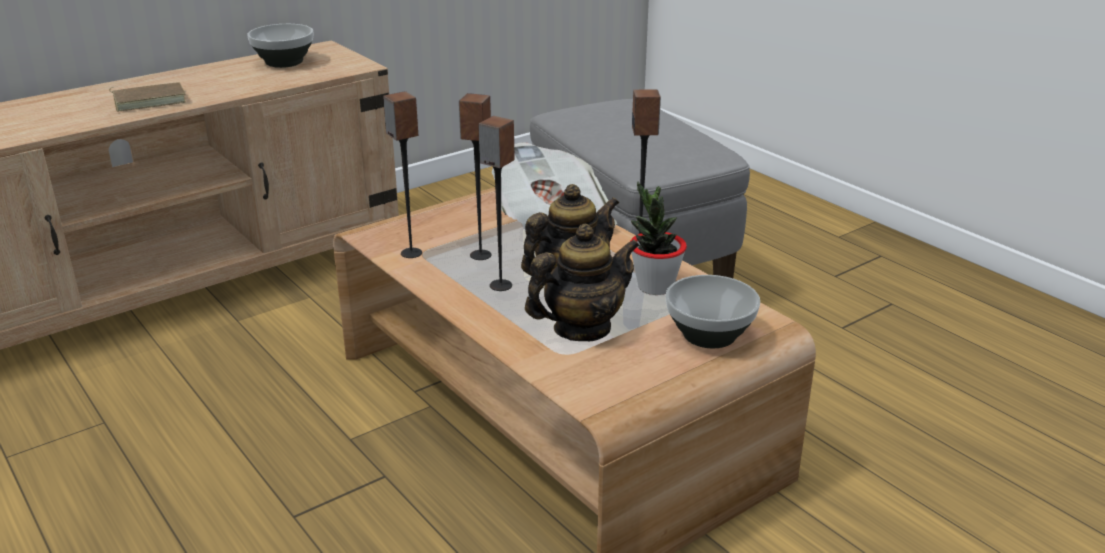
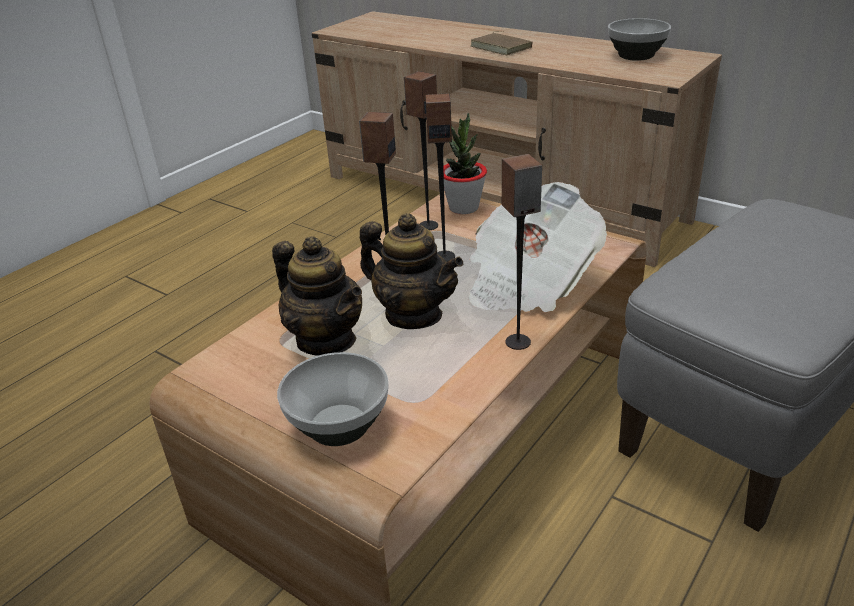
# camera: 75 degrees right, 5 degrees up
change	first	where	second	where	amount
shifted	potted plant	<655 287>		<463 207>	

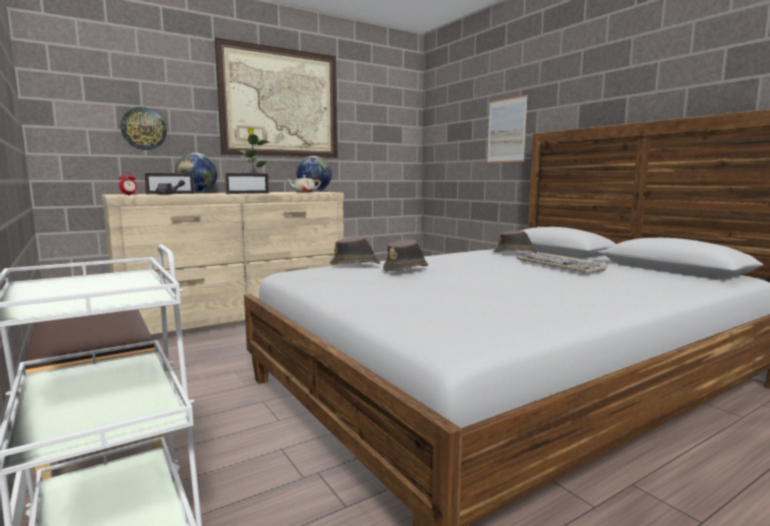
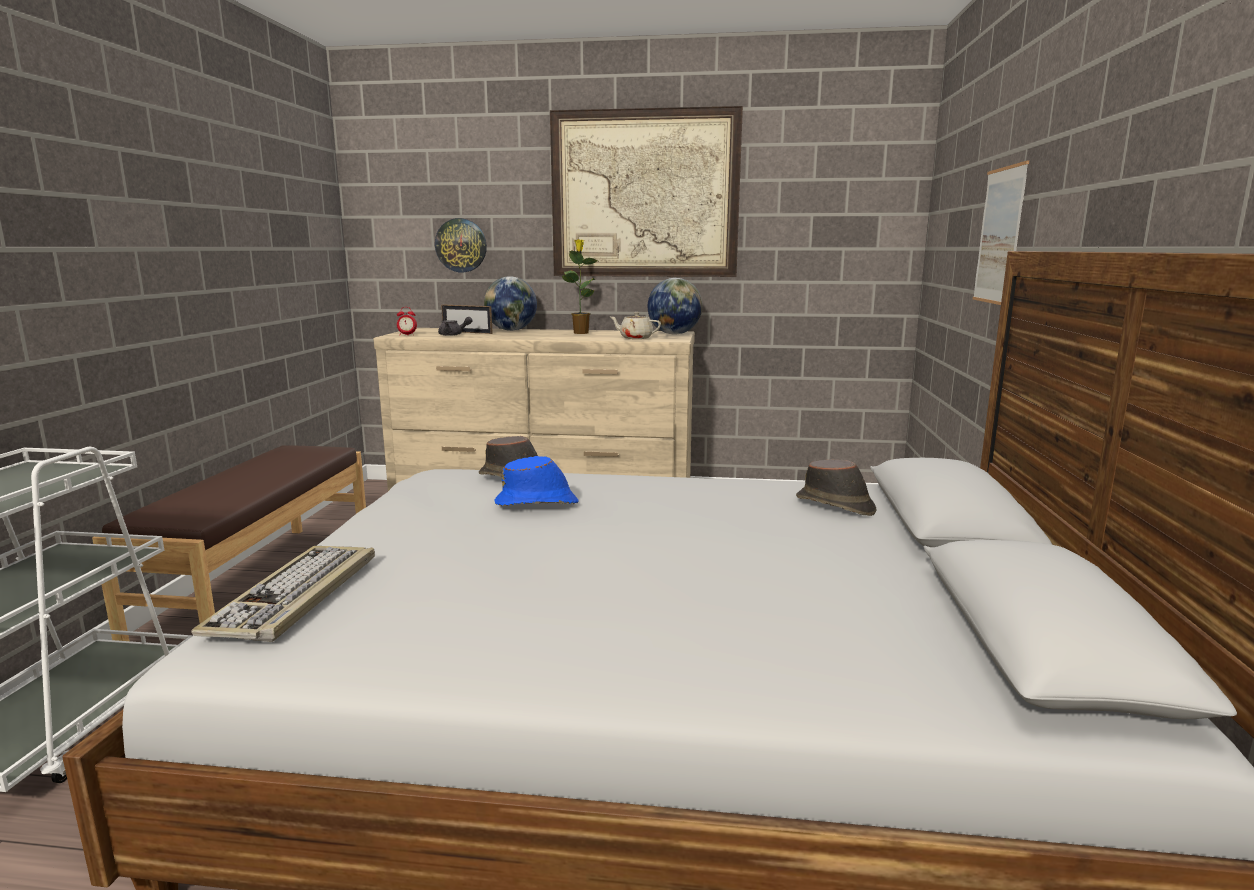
# camera: 40 degrees right, 5 degrees up
change	first	where	second	where	amount
gone	picture frame	<248 193>			
shifted	keyboard	<560 266>		<296 596>	
repainted	brown hat	<406 269>	blue hat	<537 503>	

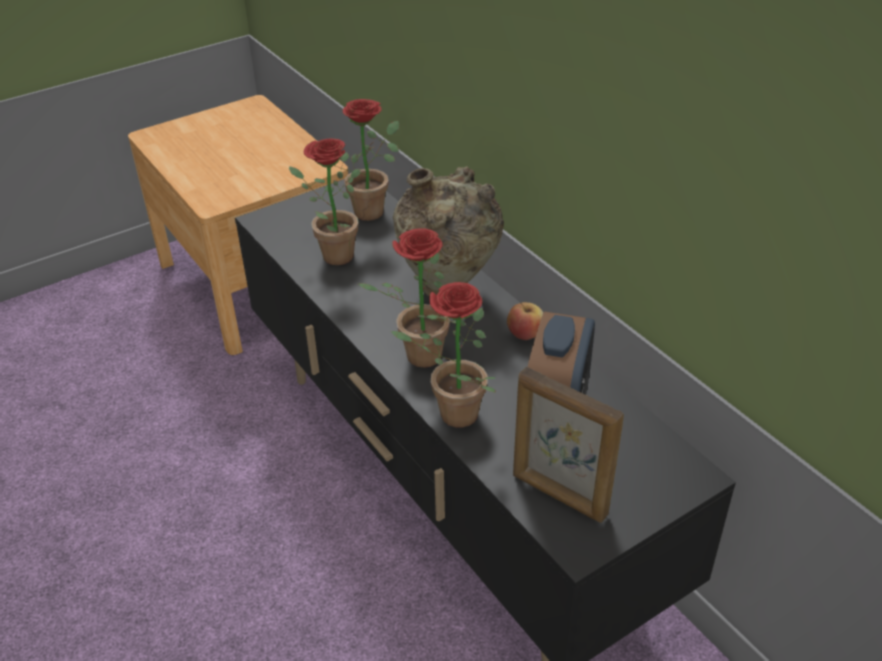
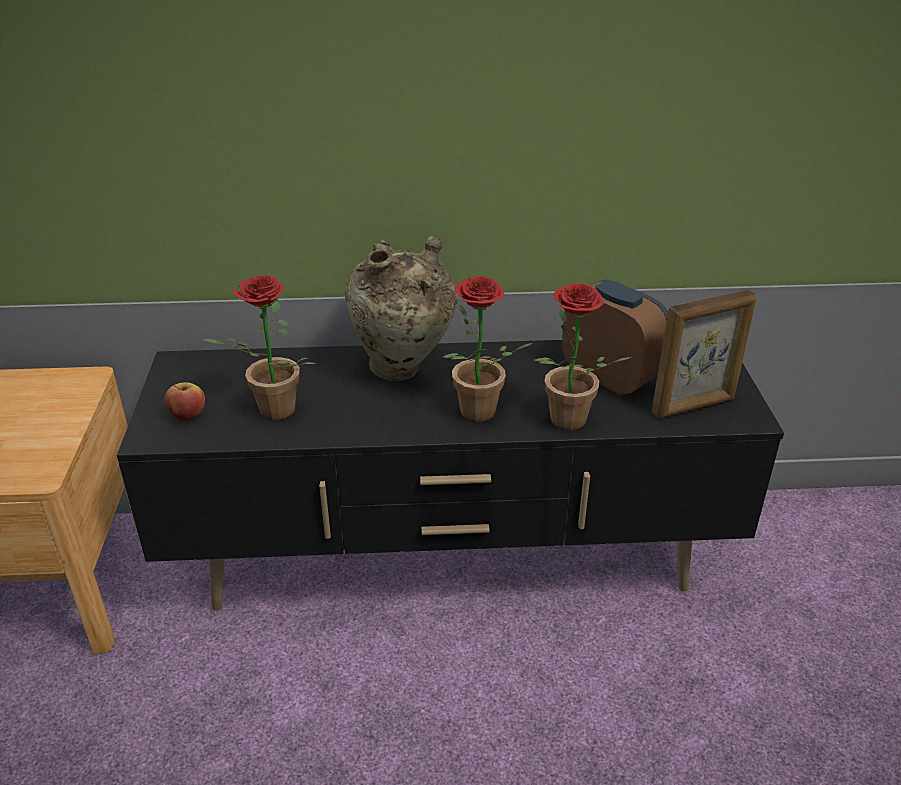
# camera: 60 degrees left, 5 degrees down
change	first	where	second	where	amount
gone	potted plant	<371 209>			
shifted	apple	<525 334>		<187 415>	

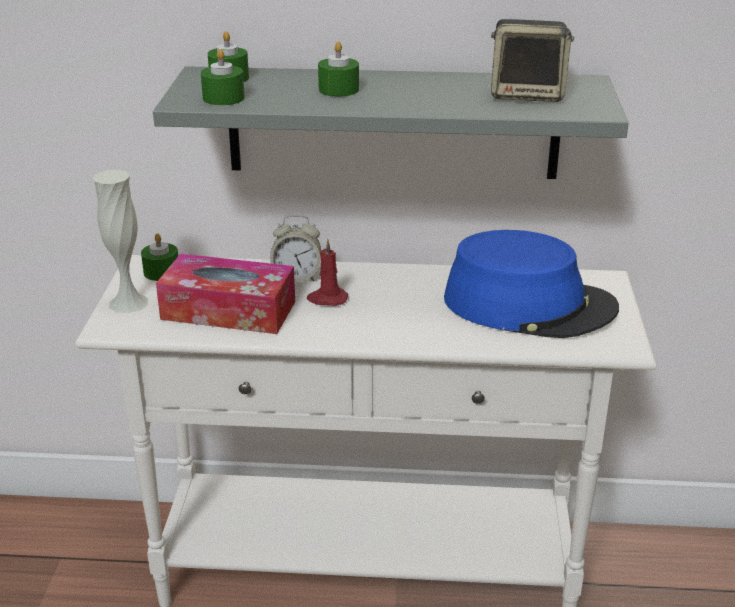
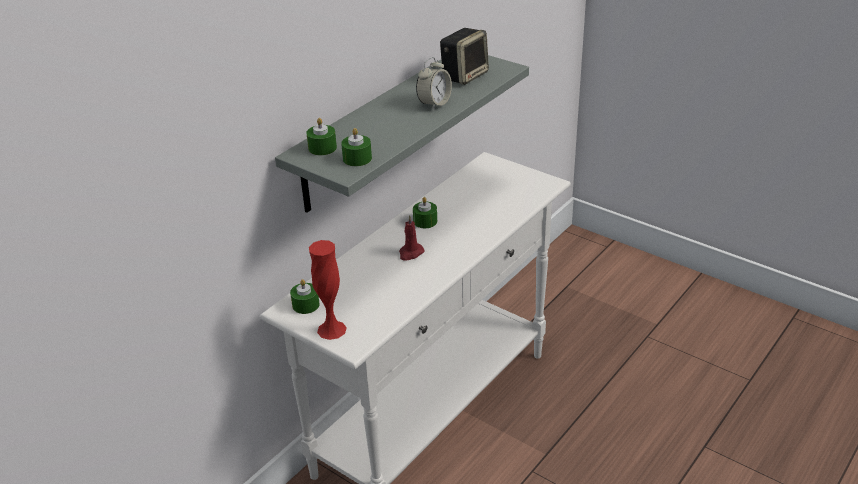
# camera: 55 degrees left, 5 degrees up
change	first	where	second	where	amount
gone	tissue box	<228 310>			
gone	blue hat	<529 305>			
shifted	alarm clock	<297 277>		<434 103>	
shifted	green candle	<338 89>		<425 221>	
repainted	white vase	<128 303>	red vase	<331 329>	

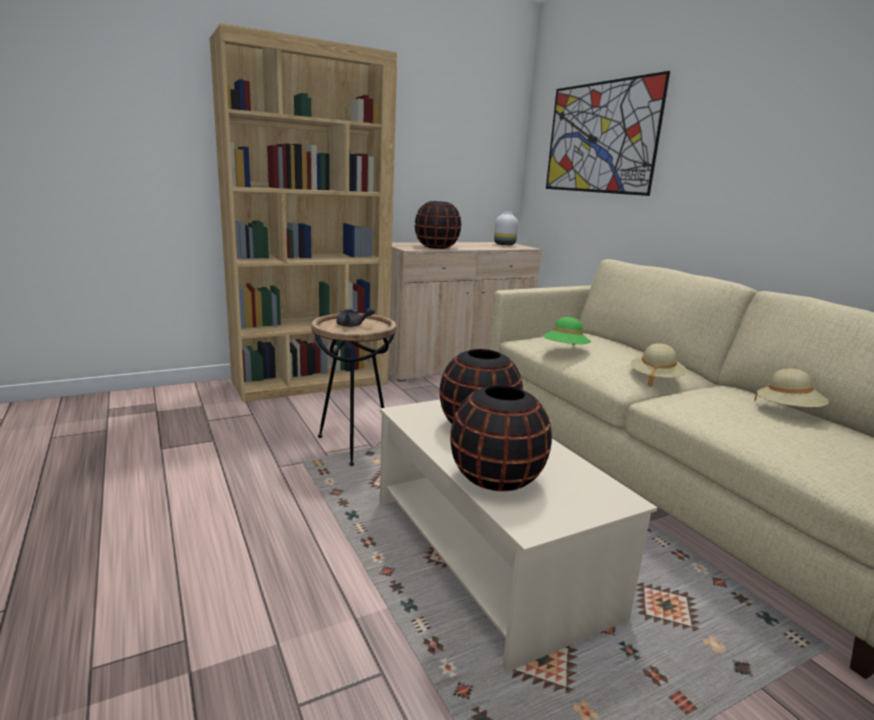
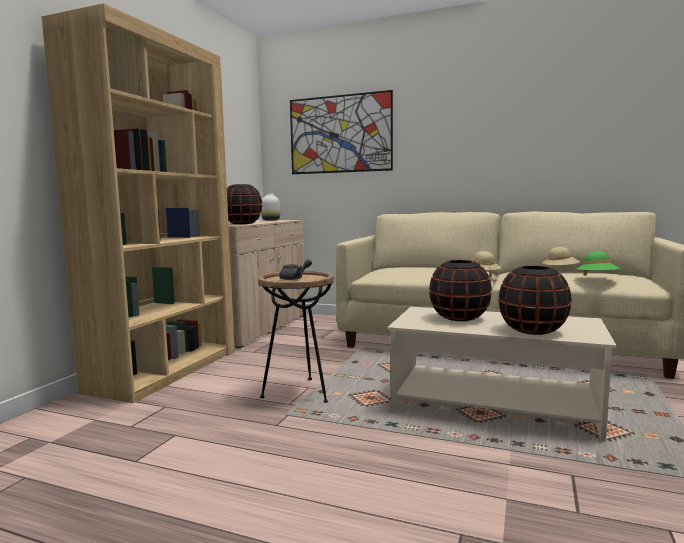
# camera: 40 degrees left, 10 degrees down
change	first	where	second	where	amount
shifted	green hat	<565 350>		<597 278>	

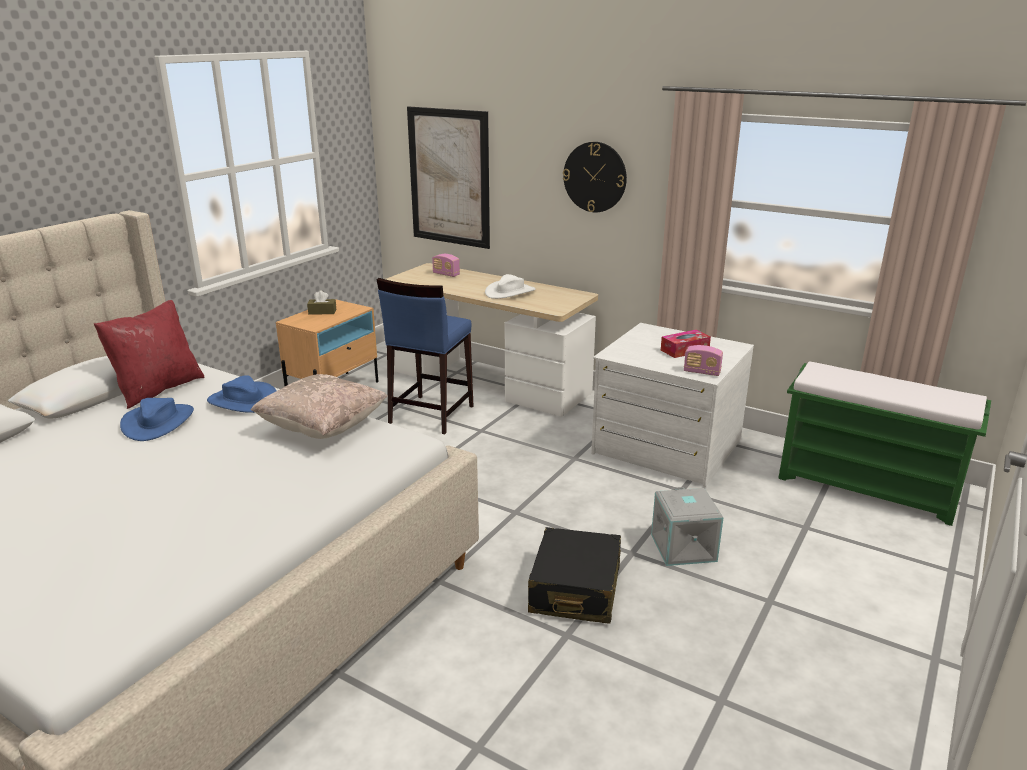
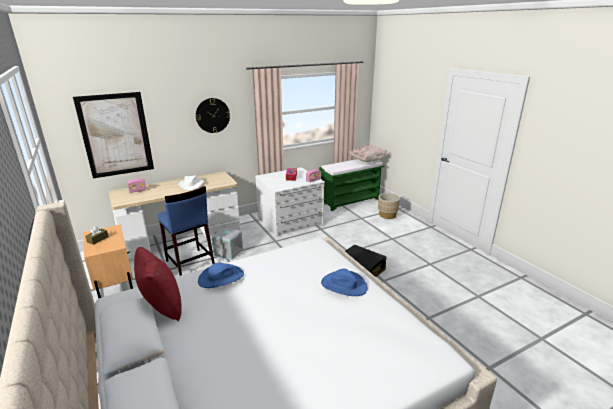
# camera: 60 degrees left, 0 degrees up
change	first	where	second	where	amount
new			beige planter	<387 215>	
shifted	blue hat	<158 422>		<343 285>	
shifted	beige pillow	<323 428>		<367 161>	
shifted	grey storage box	<684 548>		<229 252>	

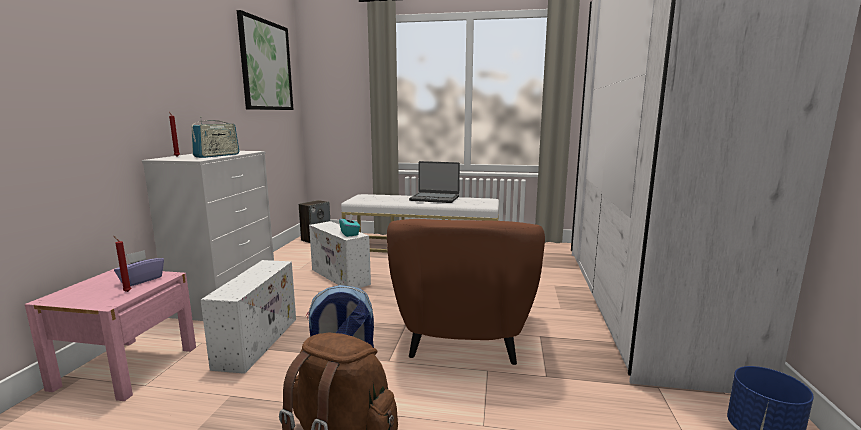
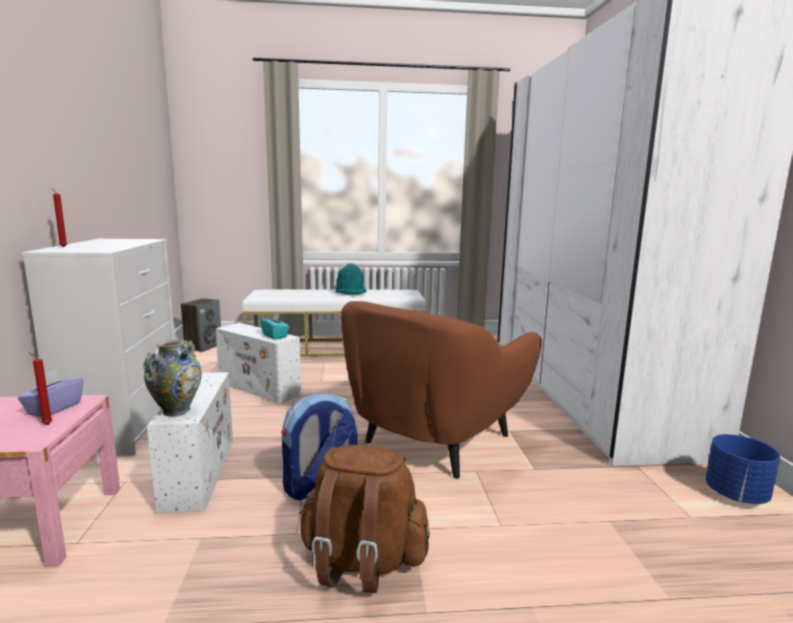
# camera: 15 degrees left, 0 degrees up
change	first	where	second	where	amount
gone	radio	<217 155>			
gone	picture	<266 65>			
new			vase	<176 411>	
swapped	laptop	<434 198>	turquoise hat	<351 292>	
rotated	brown armchair	<463 337>		<434 440>	45 degrees clockwise

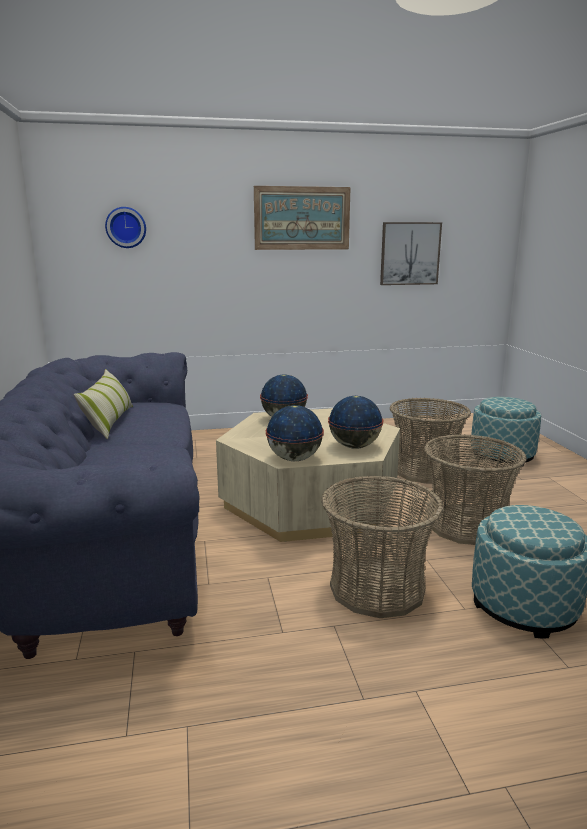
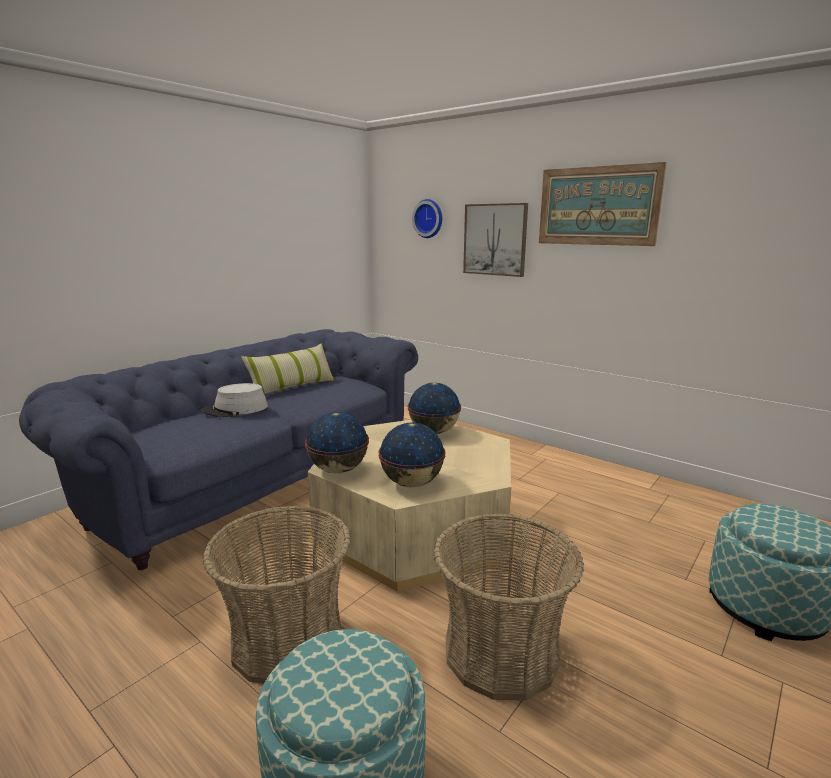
# camera: 50 degrees right, 0 degrees up
change	first	where	second	where	amount
gone	basket	<425 470>			
new			grey hat	<235 409>	
shifted	picture	<410 253>		<495 239>	

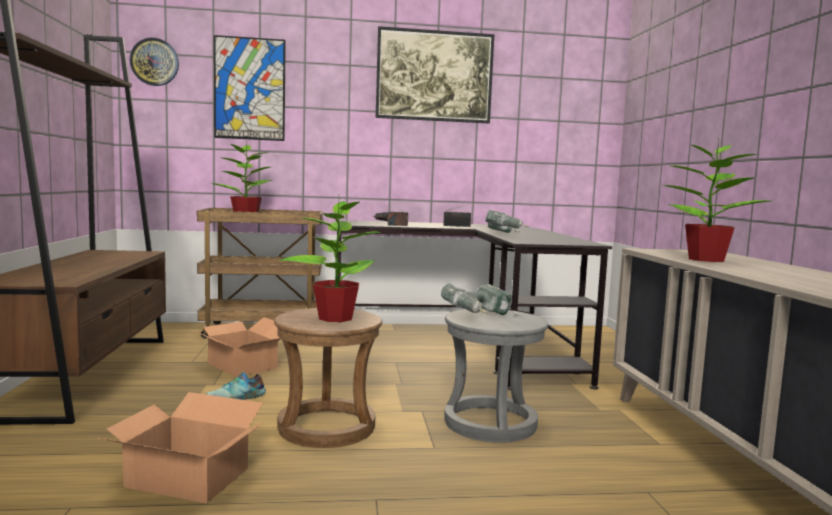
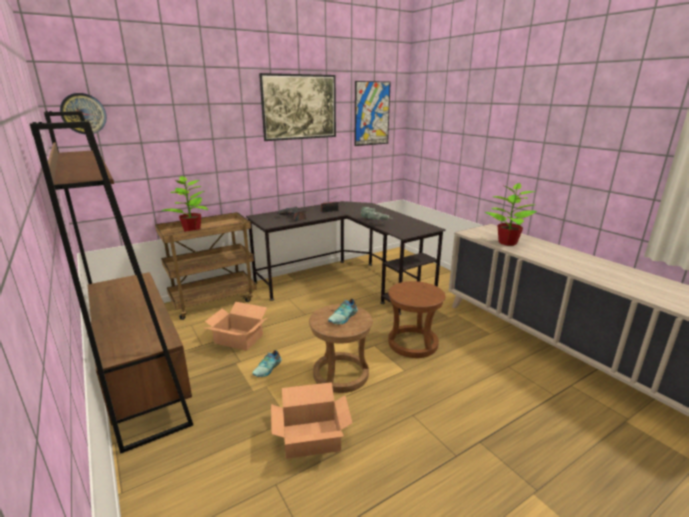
# camera: 25 degrees left, 15 degrees up
change	first	where	second	where	amount
gone	power drill	<481 317>			
shifted	picture	<249 89>		<372 113>	
swapped	potted plant	<335 318>	shoe	<344 317>	
repainted	grey stool	<490 423>	brown stool	<413 343>	

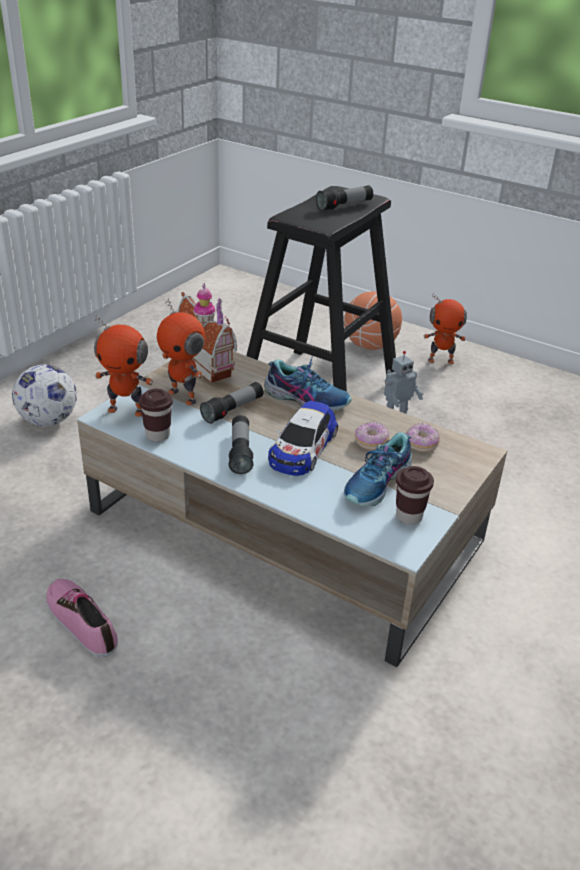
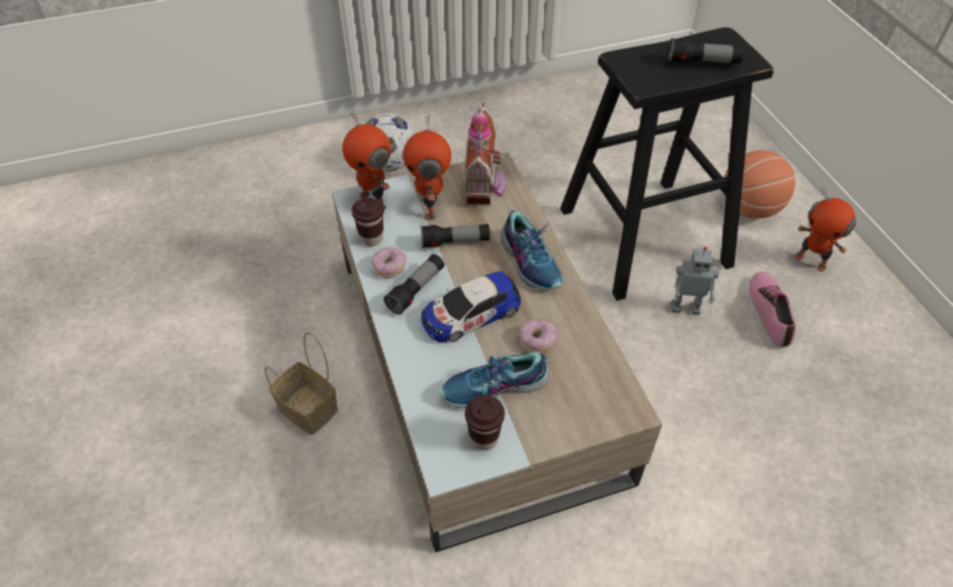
# camera: 40 degrees right, 15 degrees up
change	first	where	second	where	amount
new			basket	<310 409>	
shifted	shoe	<82 621>		<770 312>	
shifted	donut	<421 444>		<389 267>	

